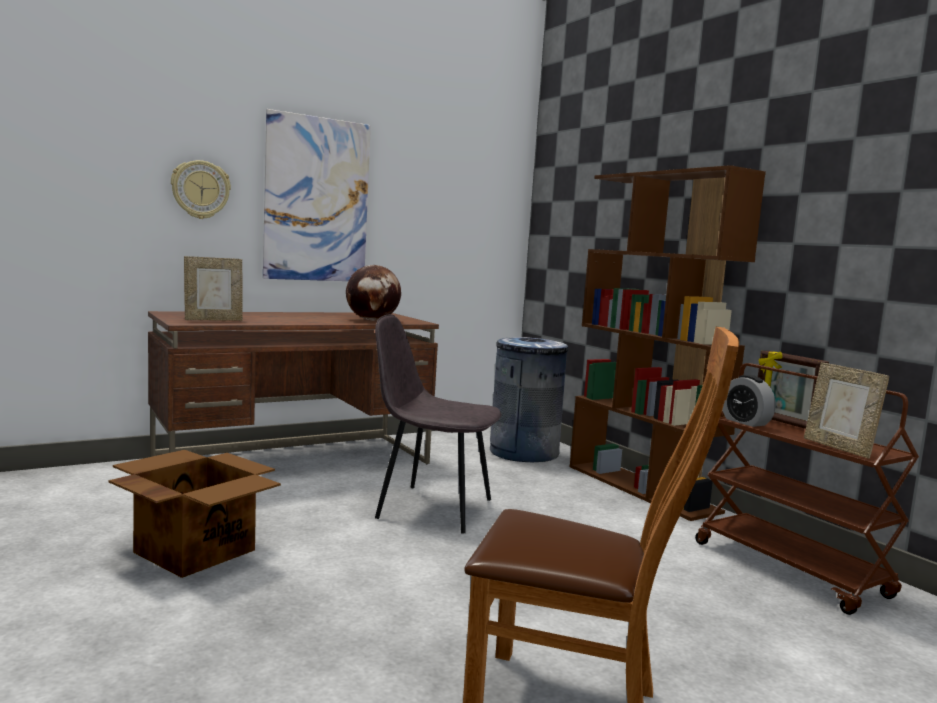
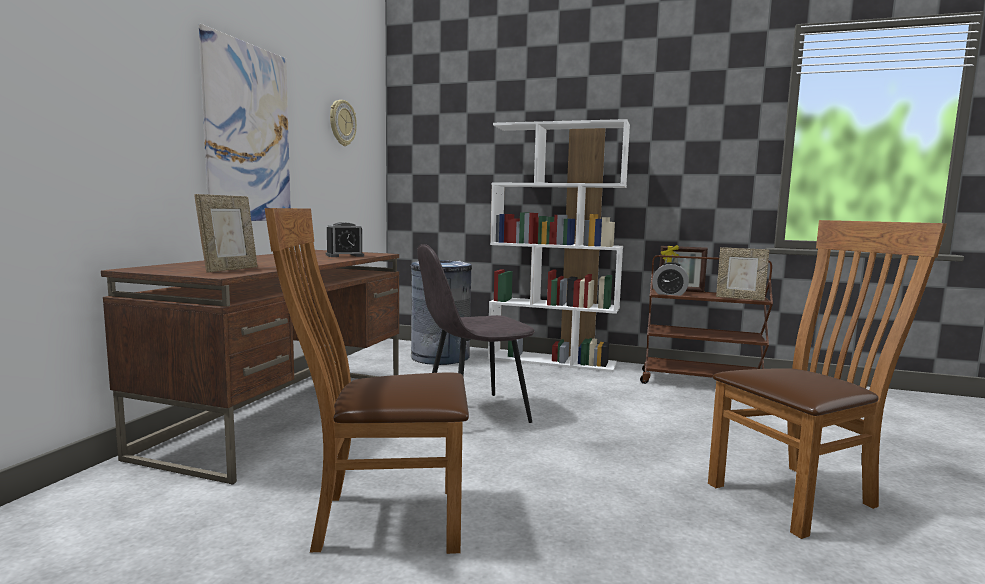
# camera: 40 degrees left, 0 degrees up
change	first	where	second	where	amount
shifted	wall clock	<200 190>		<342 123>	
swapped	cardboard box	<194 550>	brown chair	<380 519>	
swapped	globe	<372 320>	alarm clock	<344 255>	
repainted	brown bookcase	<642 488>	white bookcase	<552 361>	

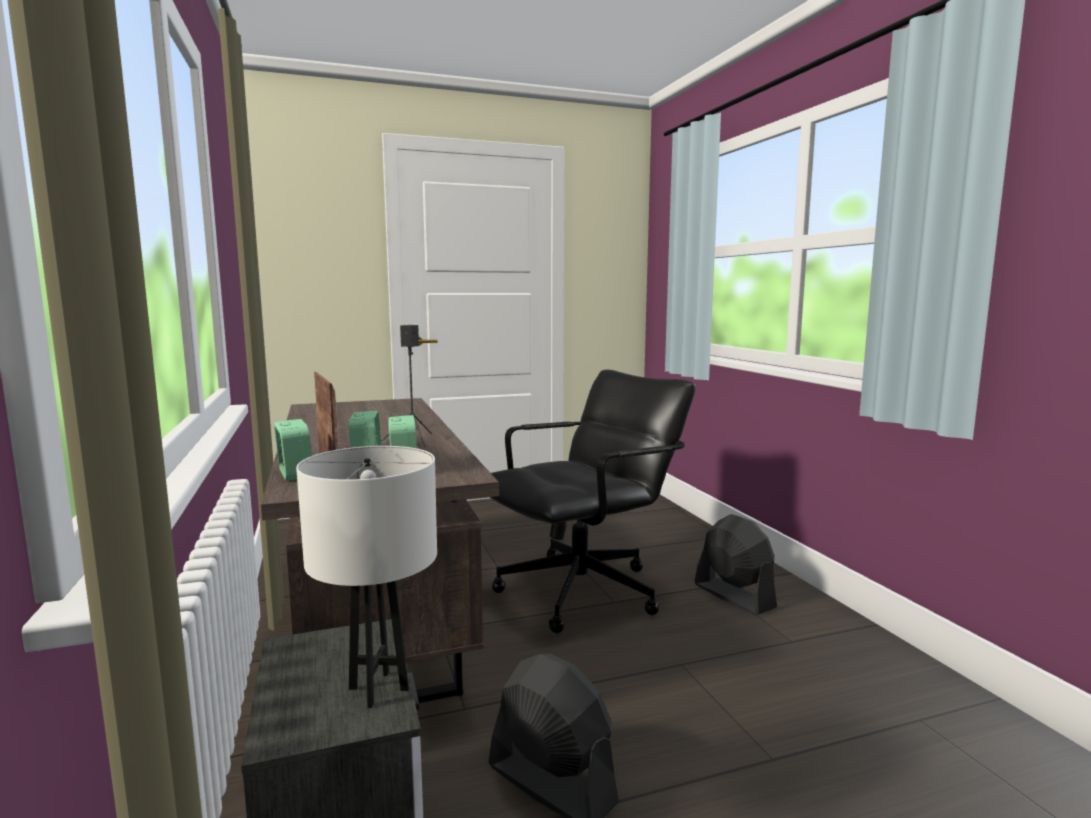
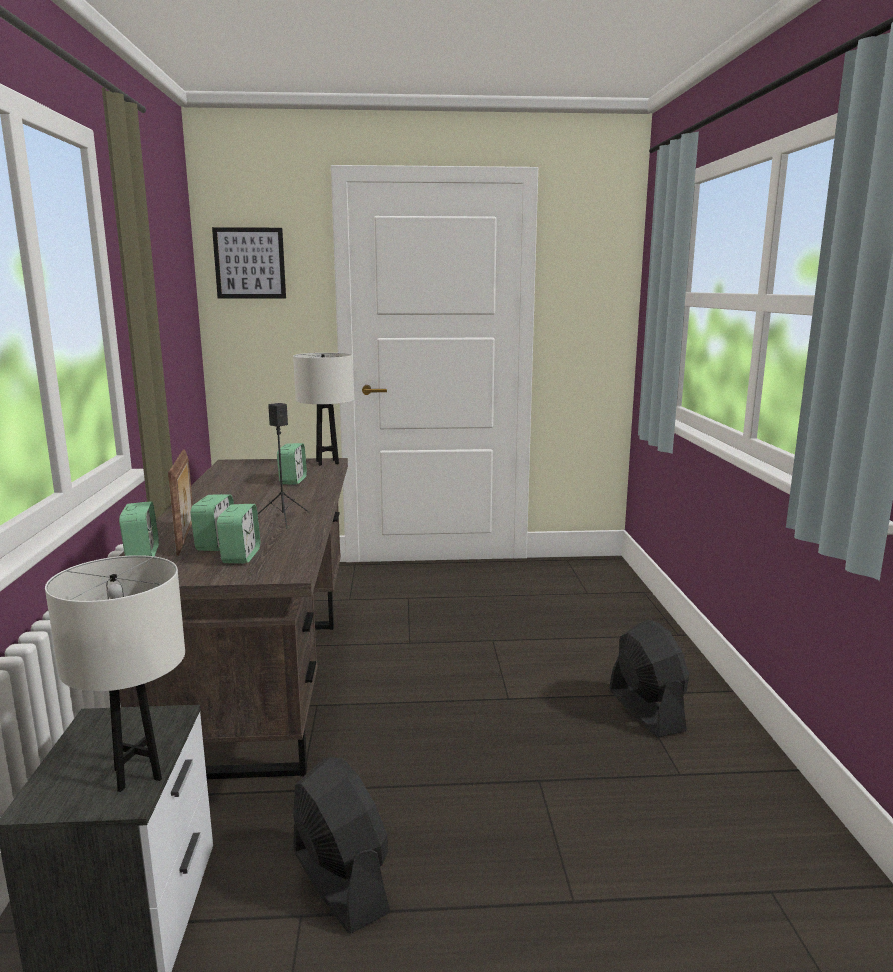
# camera: 15 degrees right, 5 degrees up
change	first	where	second	where	amount
gone	black office chair	<582 592>			
new			picture	<249 263>	
new			alarm clock	<293 480>	
new			white table lamp	<327 462>	

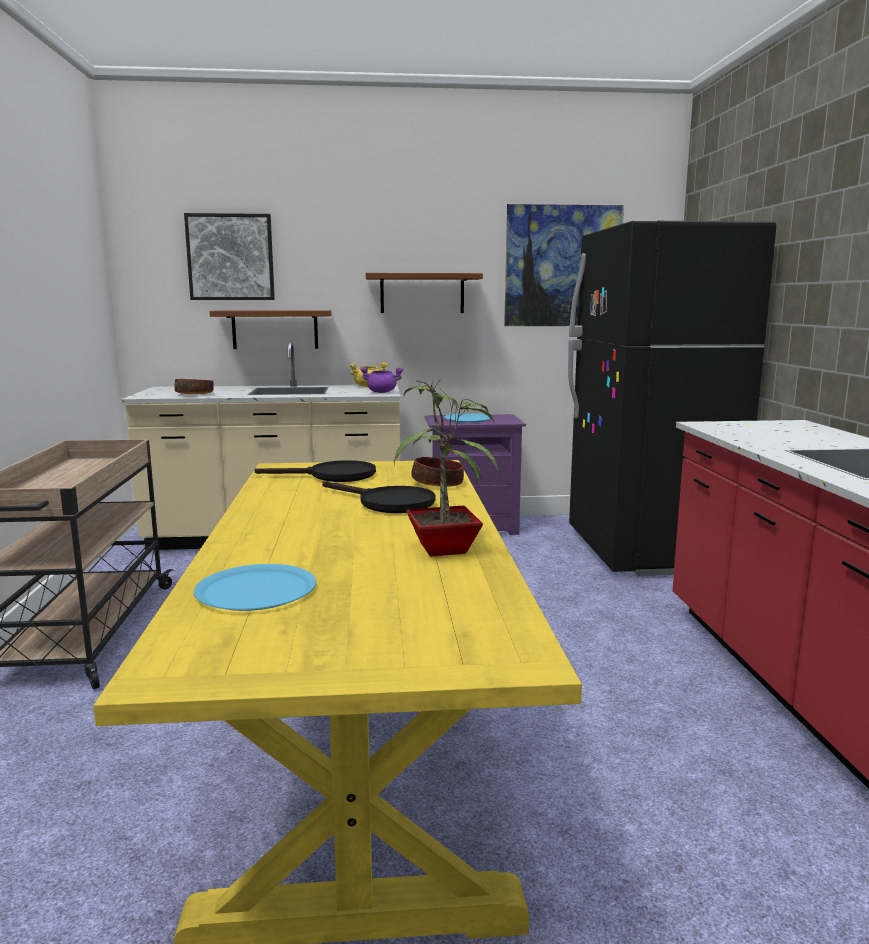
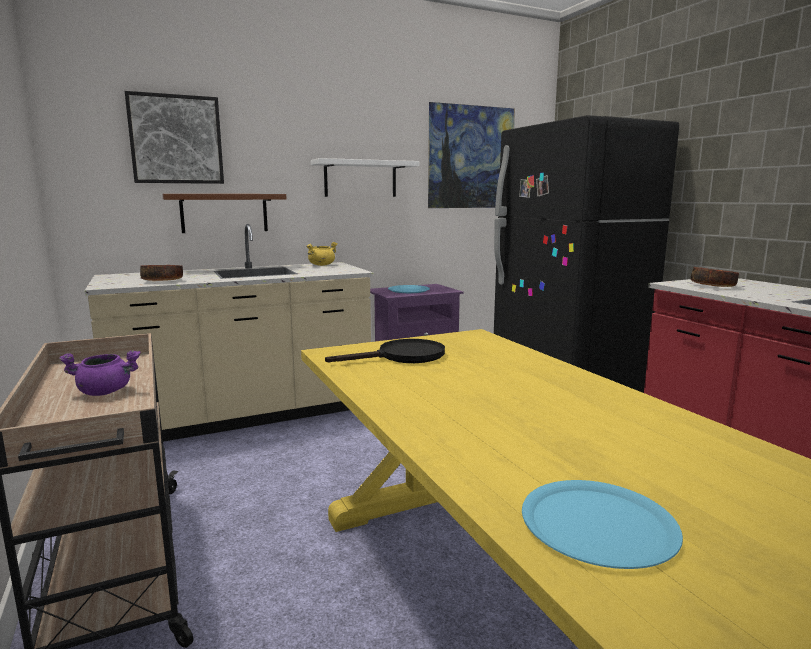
# camera: 20 degrees left, 0 degrees up
change	first	where	second	where	amount
gone	black frying pan	<388 503>			
gone	potted plant	<447 549>			
shifted	purple cooking pot	<382 392>		<106 392>	
shifted	bowl	<438 484>		<713 286>	
repainted	brown shelf	<422 293>	white shelf	<360 179>	

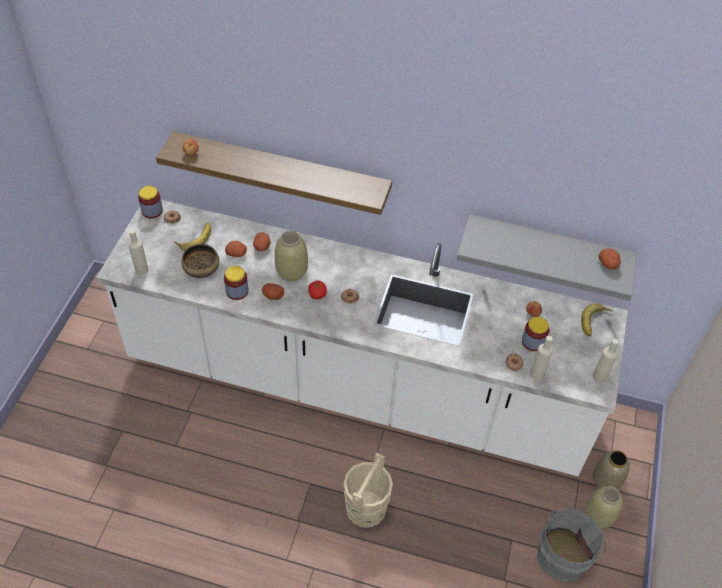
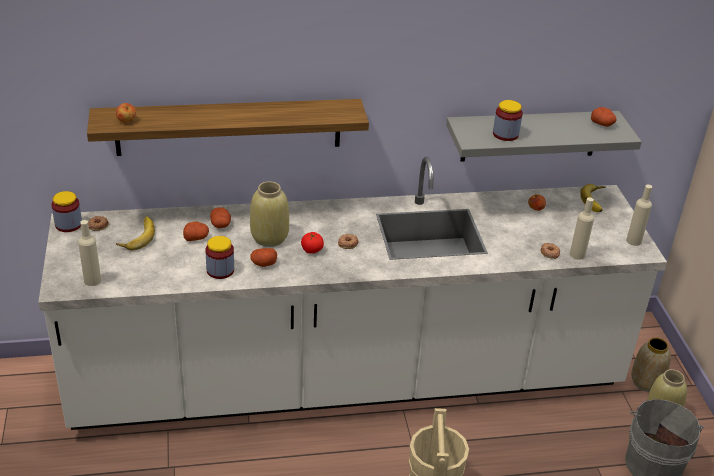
# camera: 25 degrees left, 15 degrees down
change	first	where	second	where	amount
gone	bowl	<202 269>			
shifted	jar	<533 342>		<505 134>	

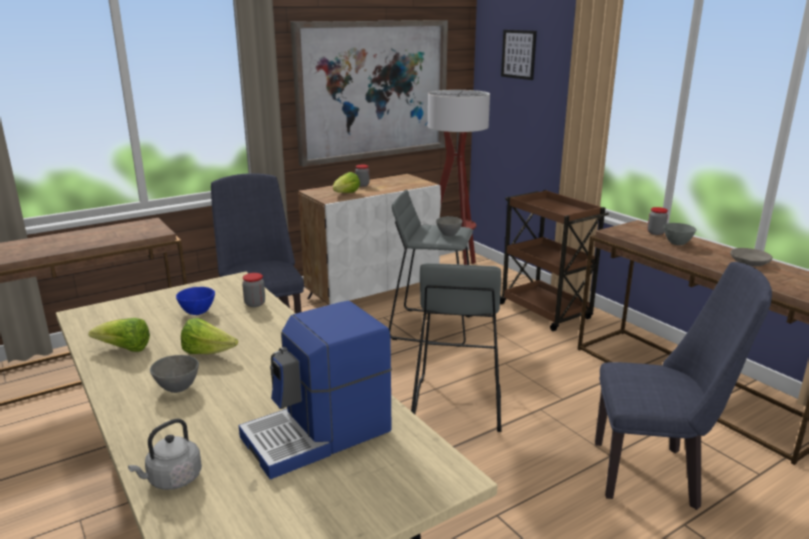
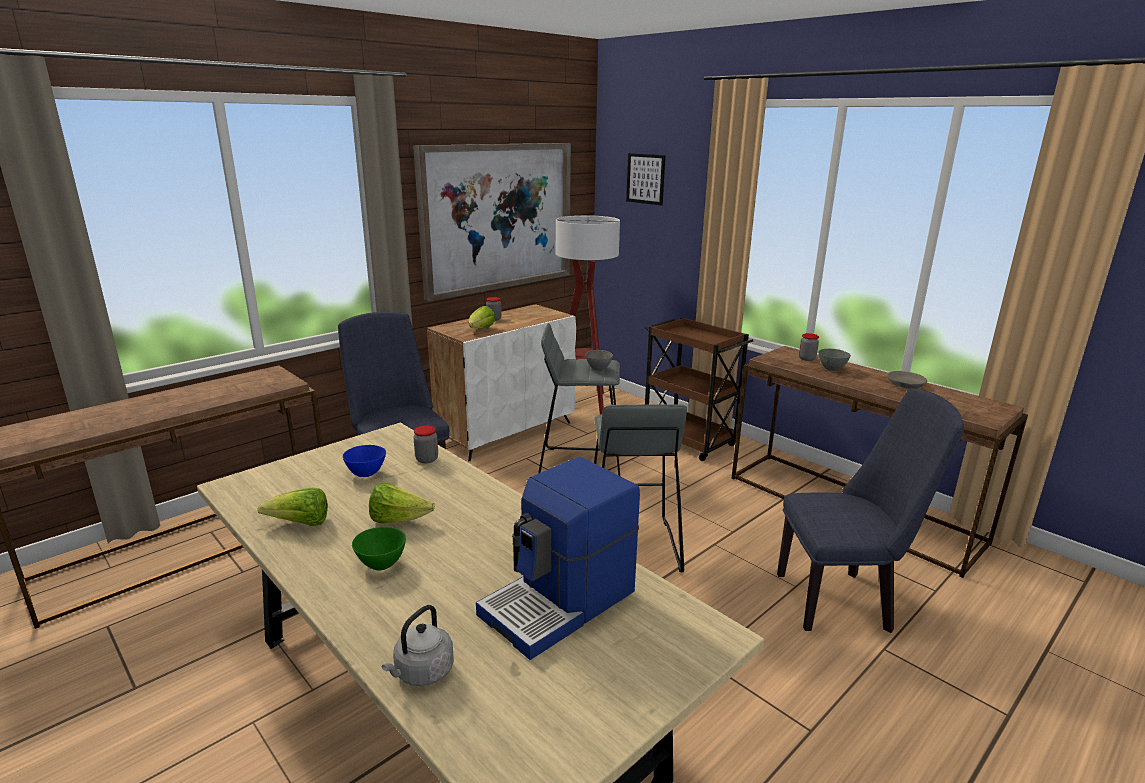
# camera: 10 degrees left, 0 degrees up
change	first	where	second	where	amount
repainted	grey bowl	<177 388>	green bowl	<381 565>	

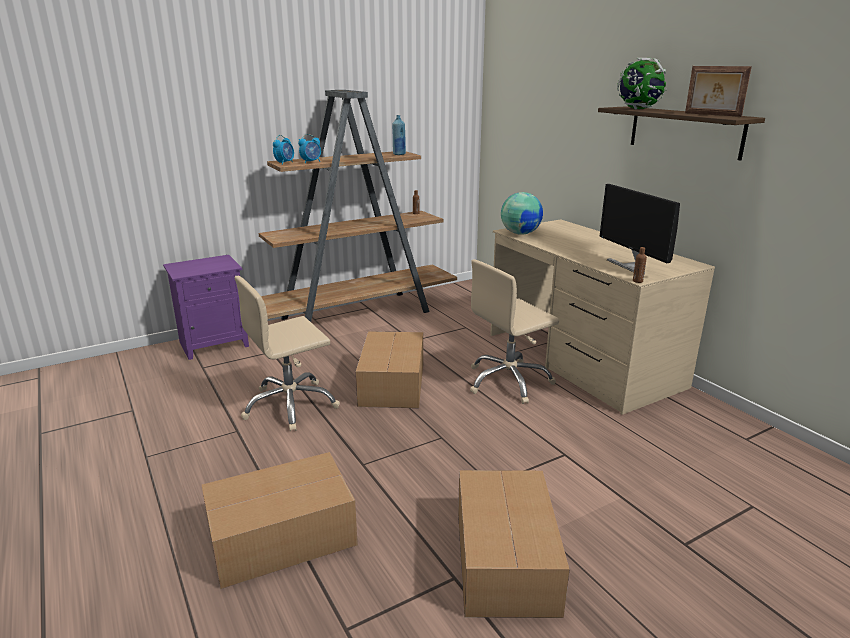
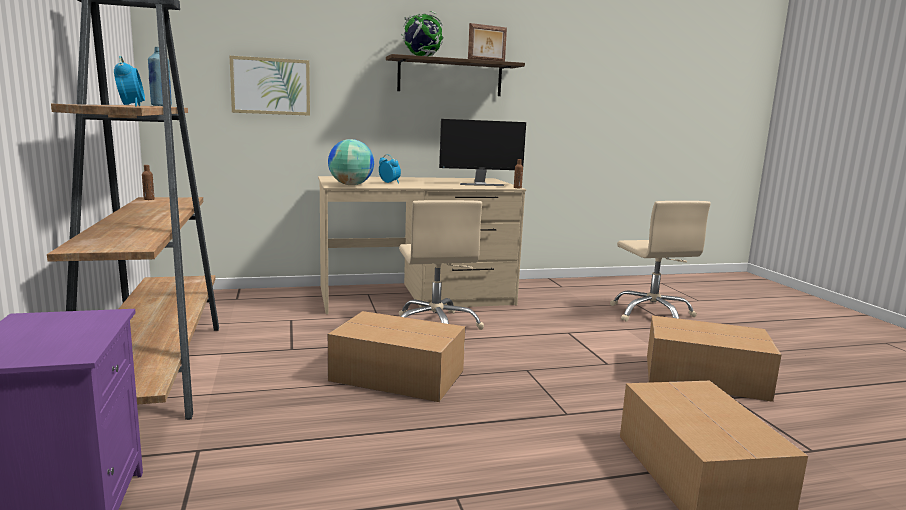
# camera: 75 degrees left, 10 degrees down
change	first	where	second	where	amount
new			picture	<270 86>	
shifted	beige office chair	<290 405>		<652 314>	
shifted	alarm clock	<285 163>		<389 183>	

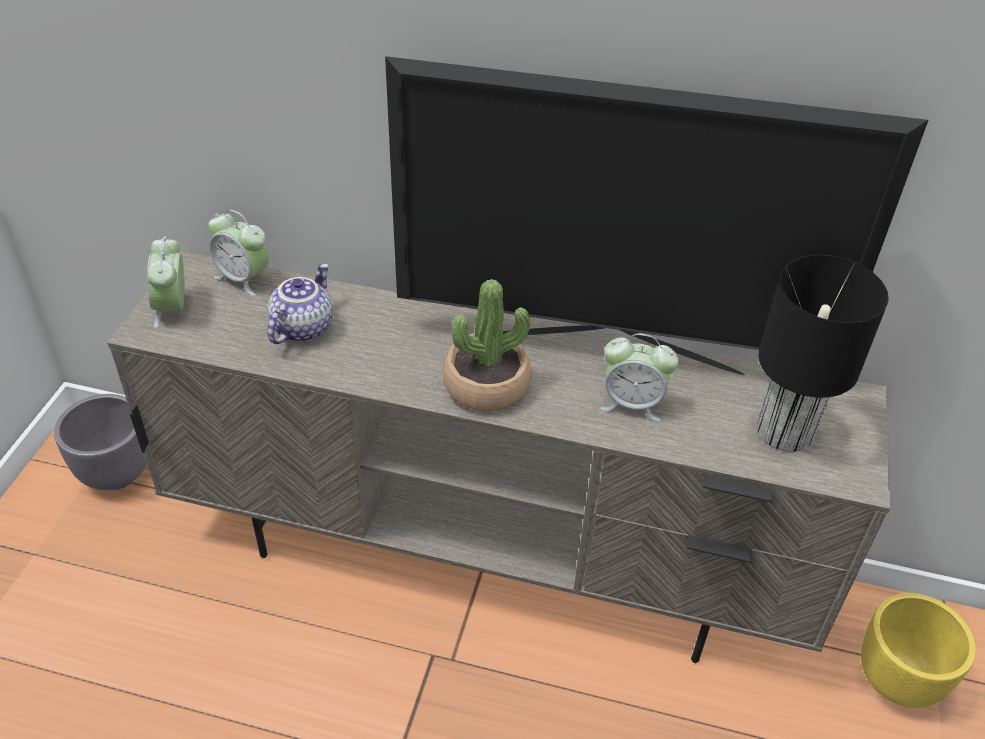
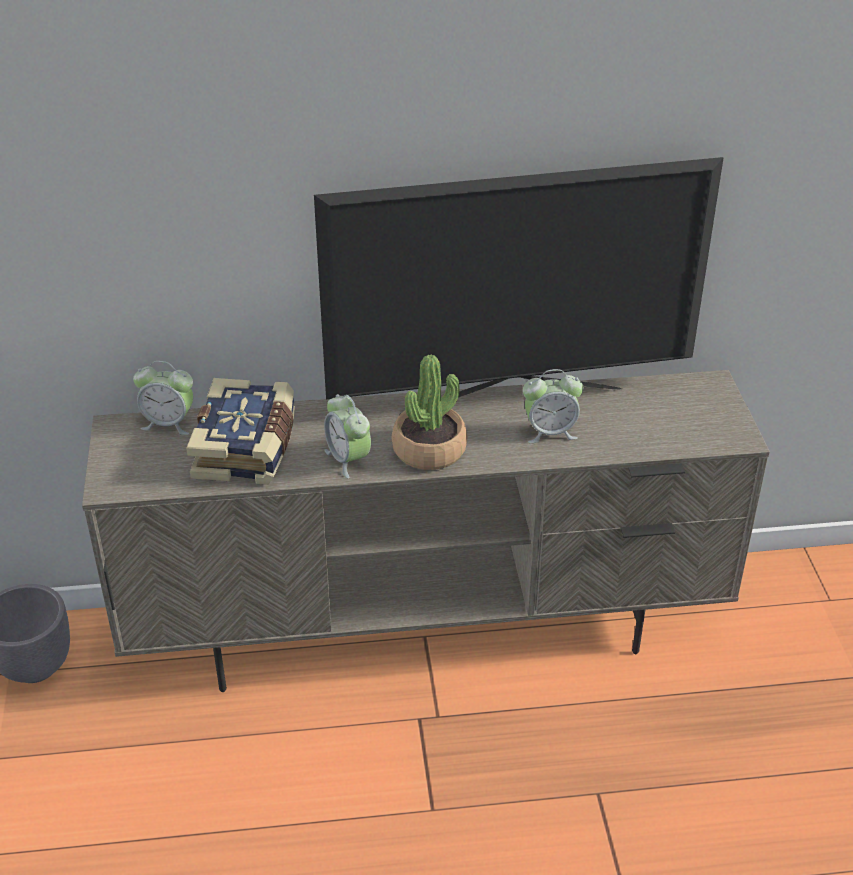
# camera: 20 degrees left, 5 degrees down
change	first	where	second	where	amount
gone	black table lamp	<783 432>			
gone	yellow planter	<896 680>			
shifted	alarm clock	<173 308>		<348 459>	
swapped	teapot	<301 327>	book	<247 448>	

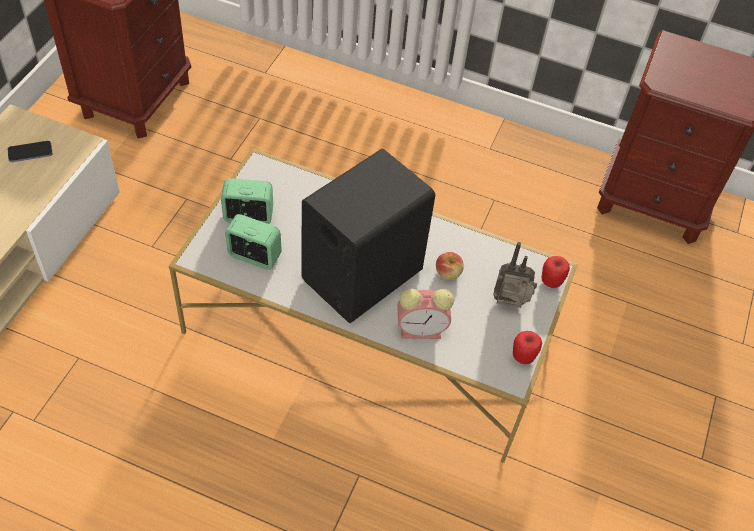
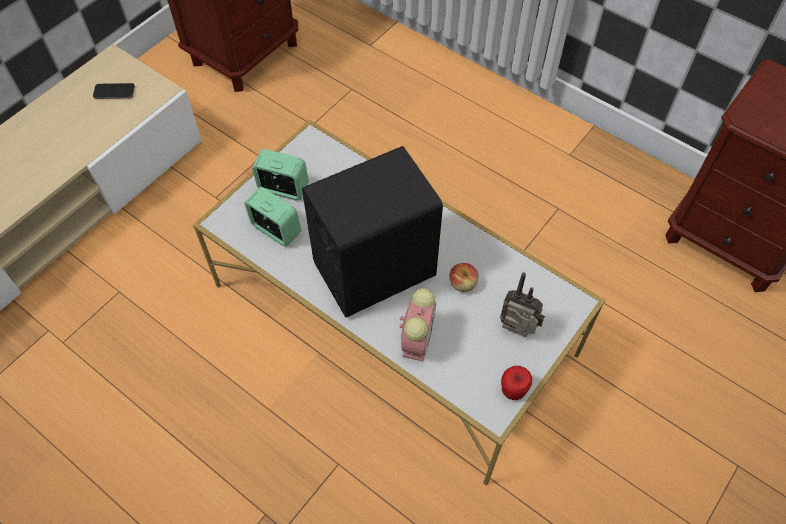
# camera: 20 degrees right, 5 degrees up
change	first	where	second	where	amount
gone	apple	<551 282>			
rotated	alarm clock	<422 329>		<417 339>	90 degrees counterclockwise

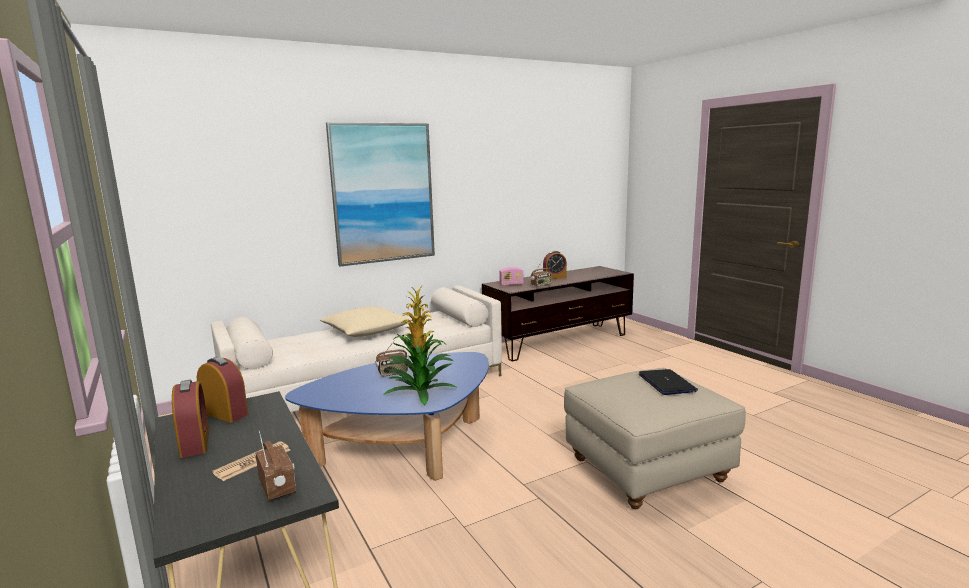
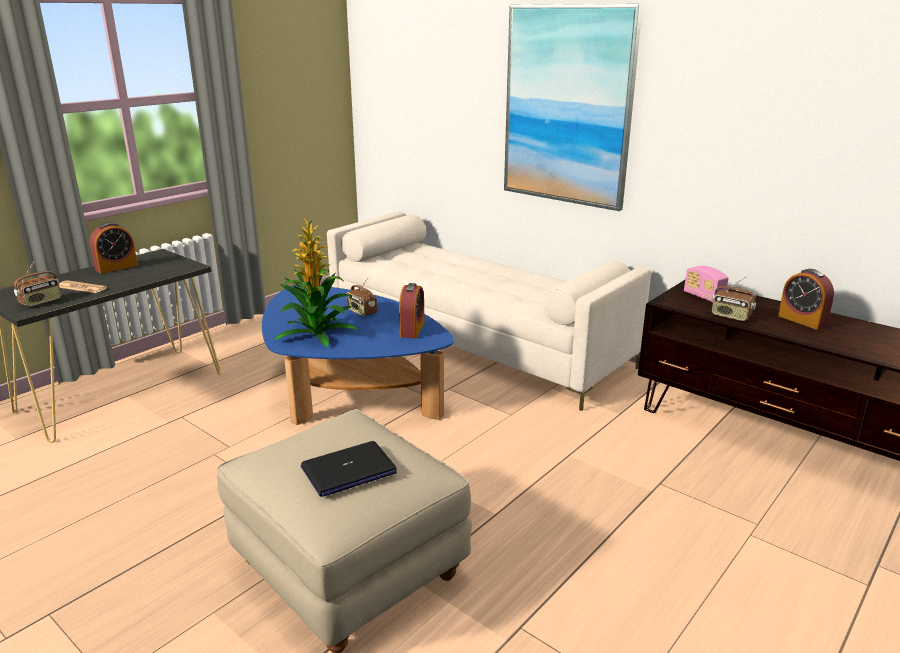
# camera: 70 degrees right, 10 degrees up
change	first	where	second	where	amount
gone	beige pillow	<366 331>			
shifted	alarm clock	<224 413>		<412 330>	

